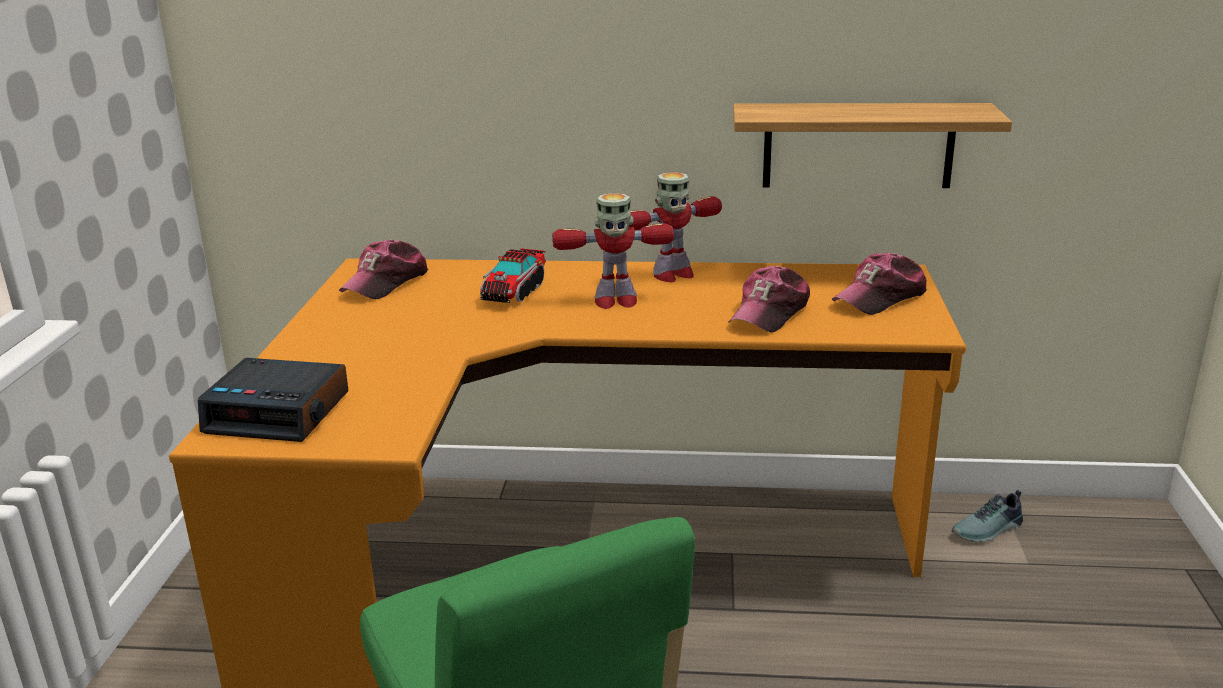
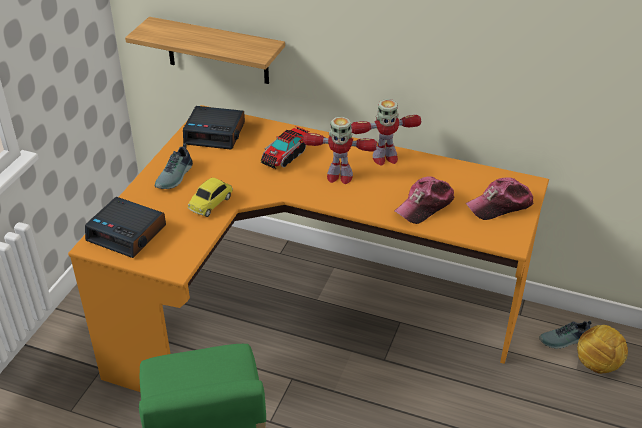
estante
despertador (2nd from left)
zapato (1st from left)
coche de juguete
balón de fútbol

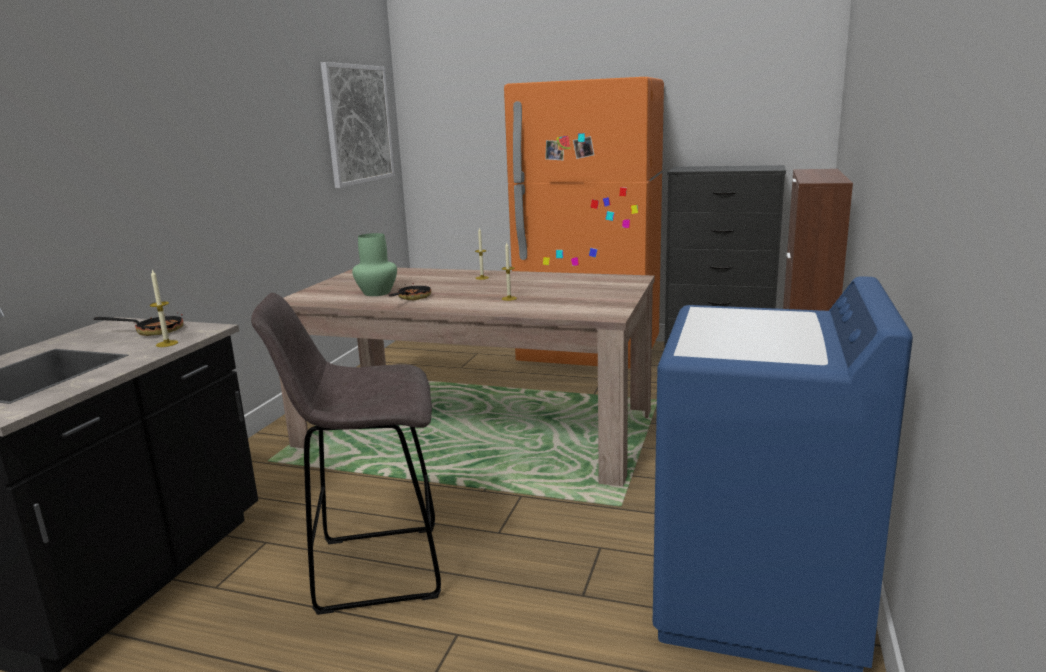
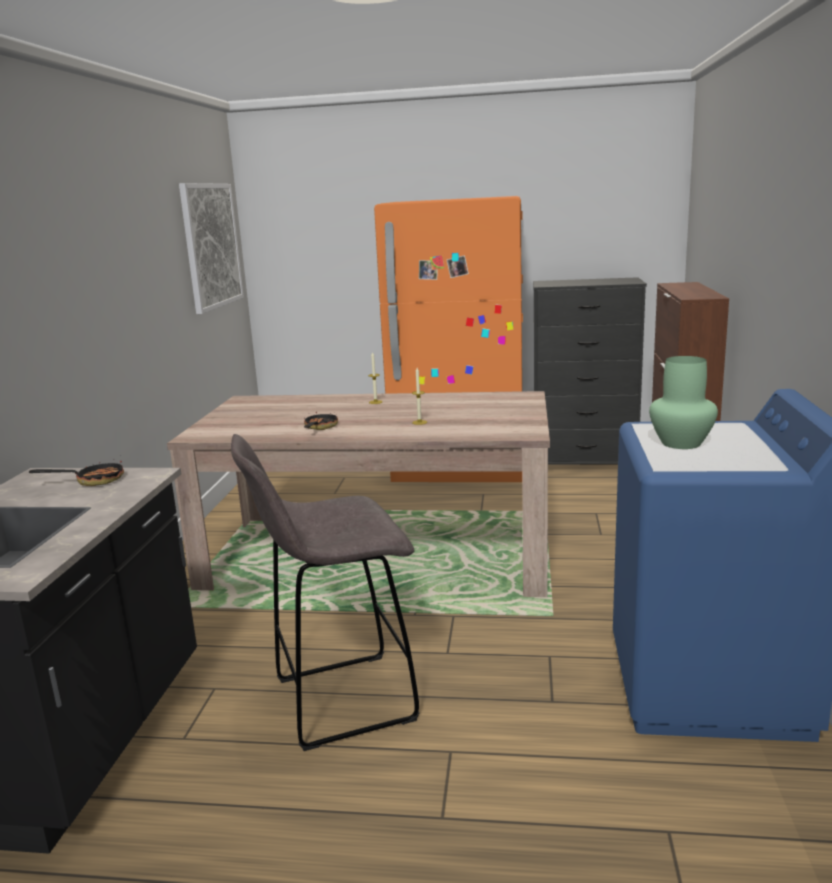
florero/verde
vela (1st from left in the first image)

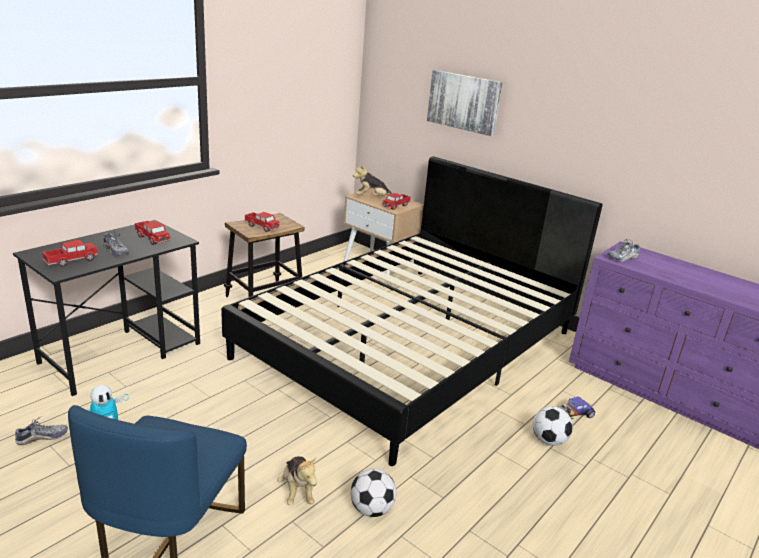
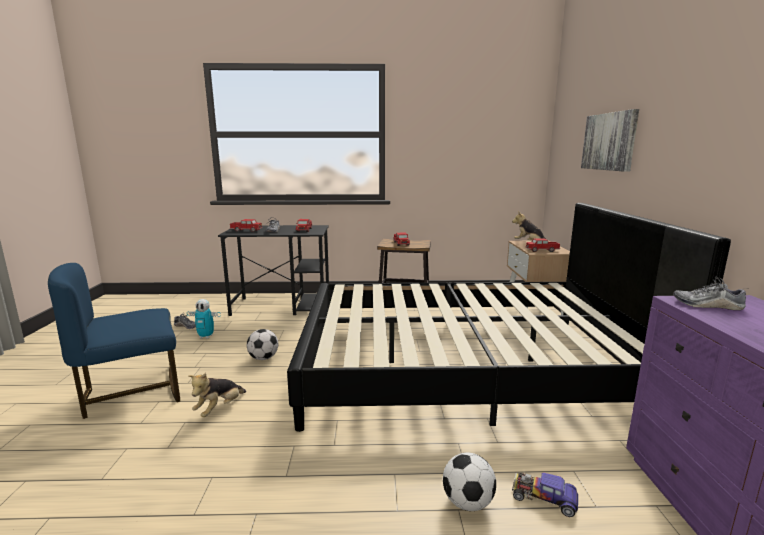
balón de fútbol (1st from left)

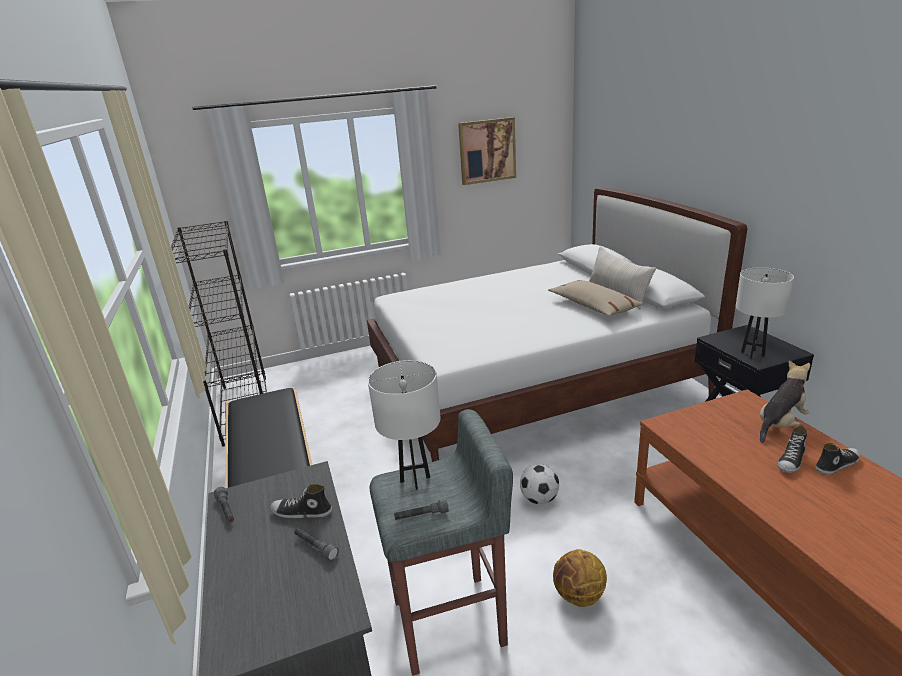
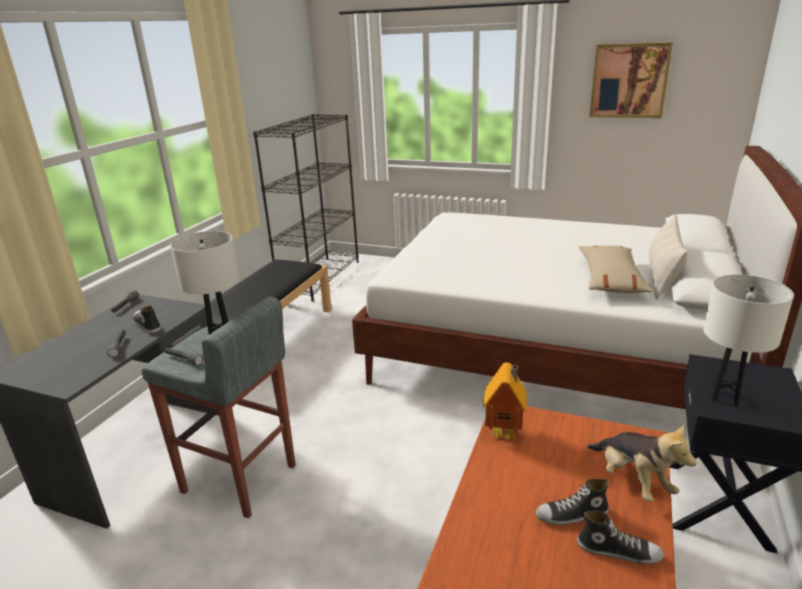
peluche
balón de fútbol
balón de baloncesto
casita

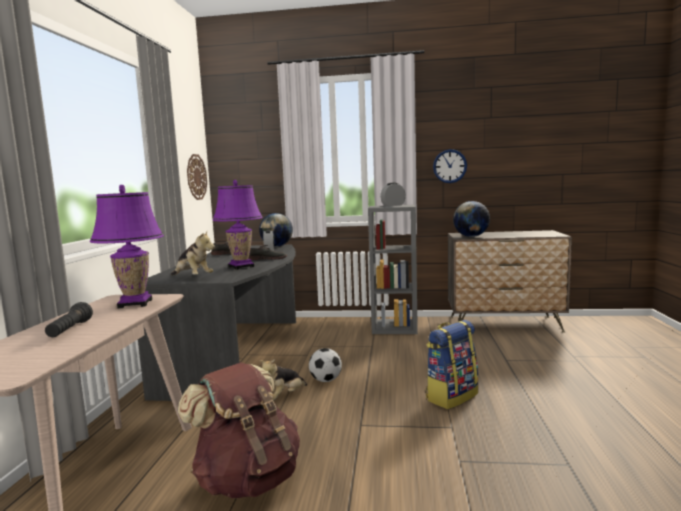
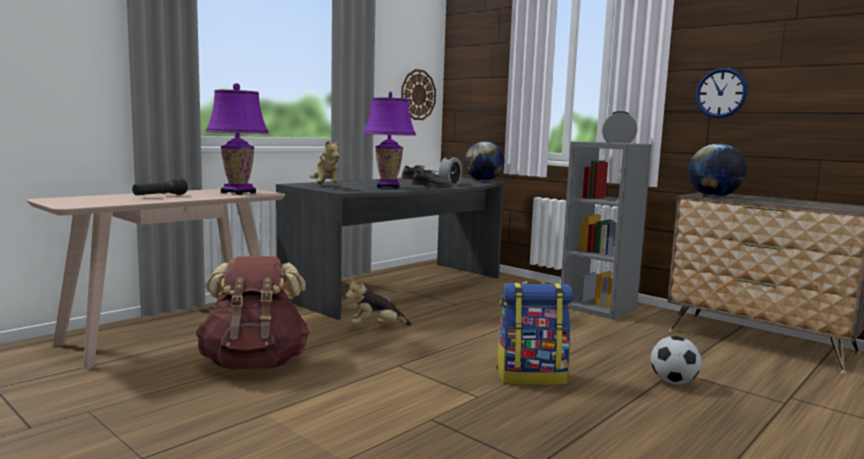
balón de fútbol

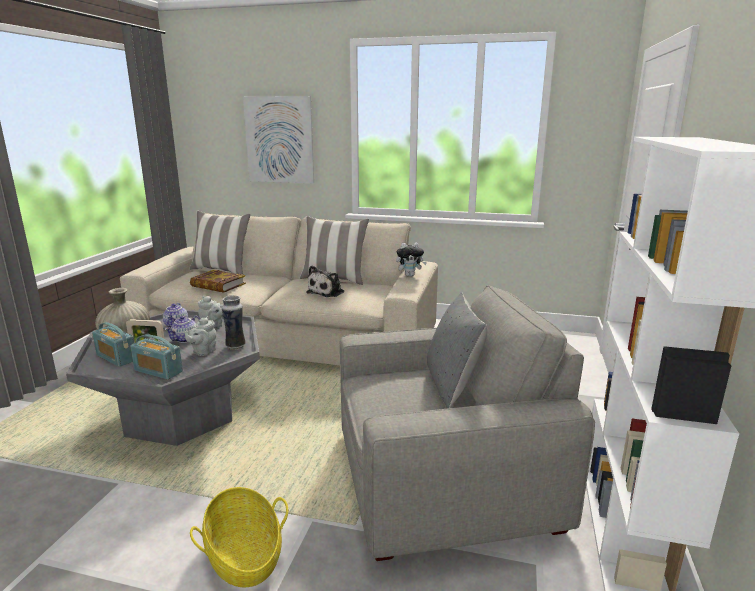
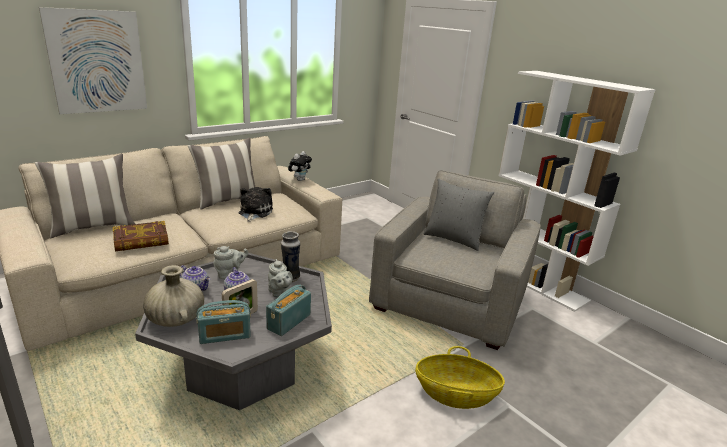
peluche (1st from left)
radio (2nd from left)

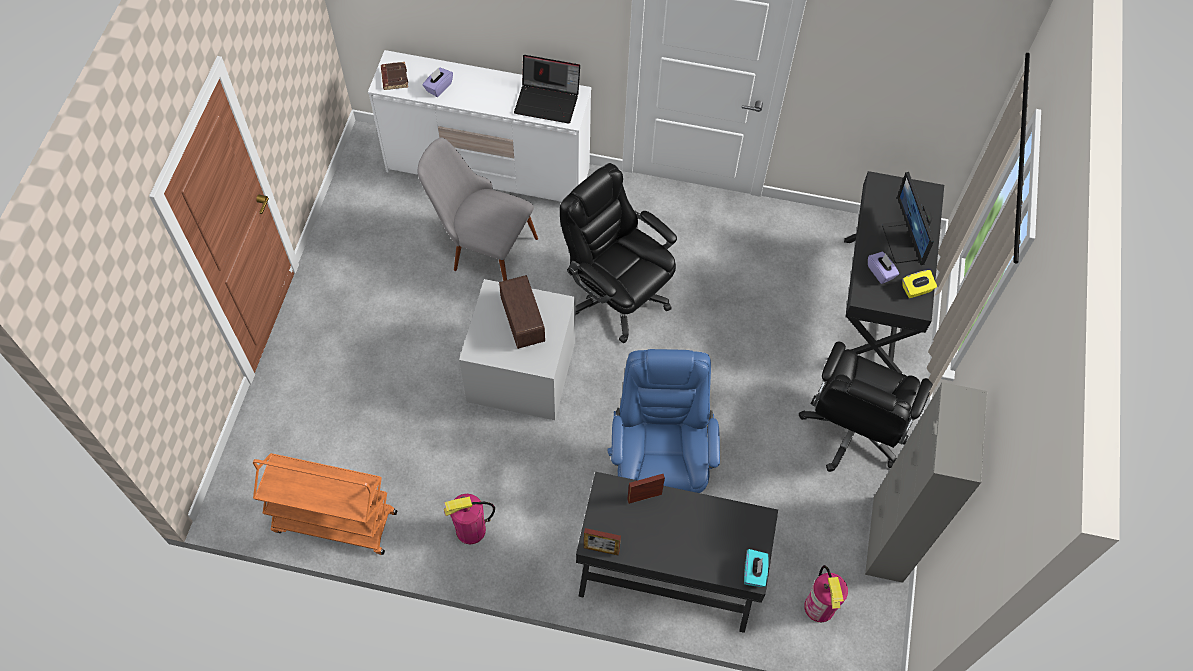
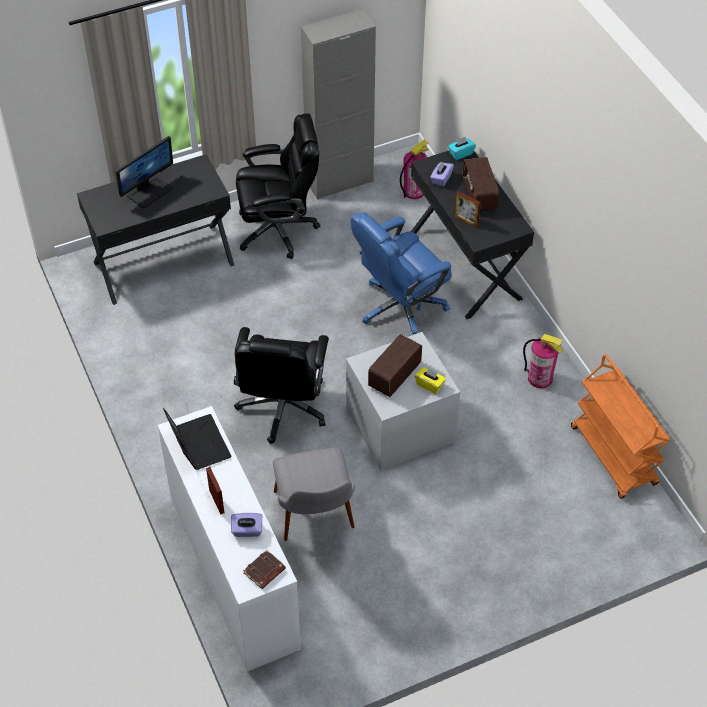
caja de pañuelos/morado (2nd from left)
caja de pañuelos/amarillo
portarretratos (1st from left)
radio (2nd from left)

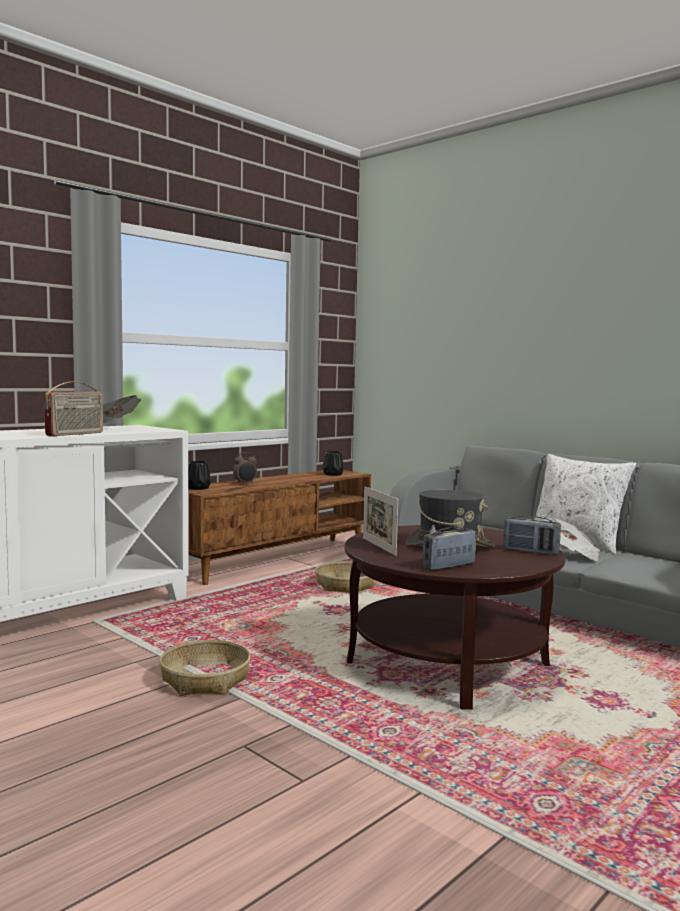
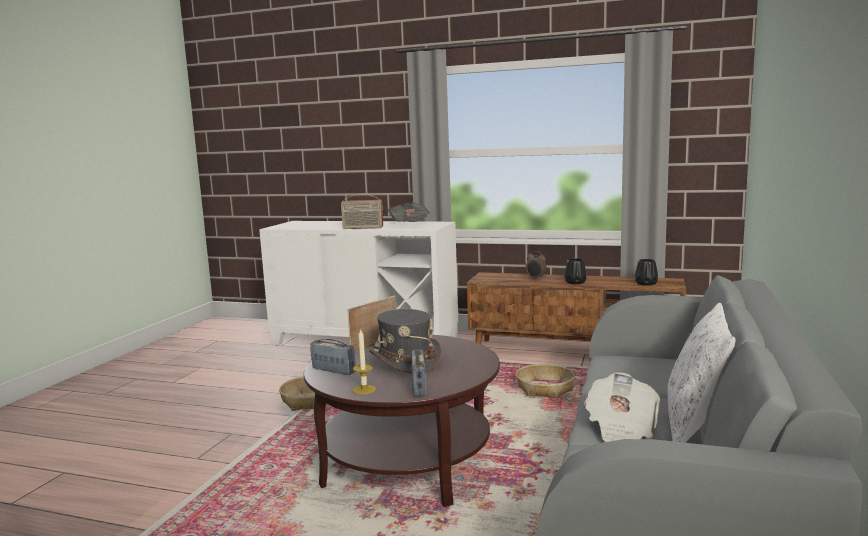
florero/negro (1st from left)
vela

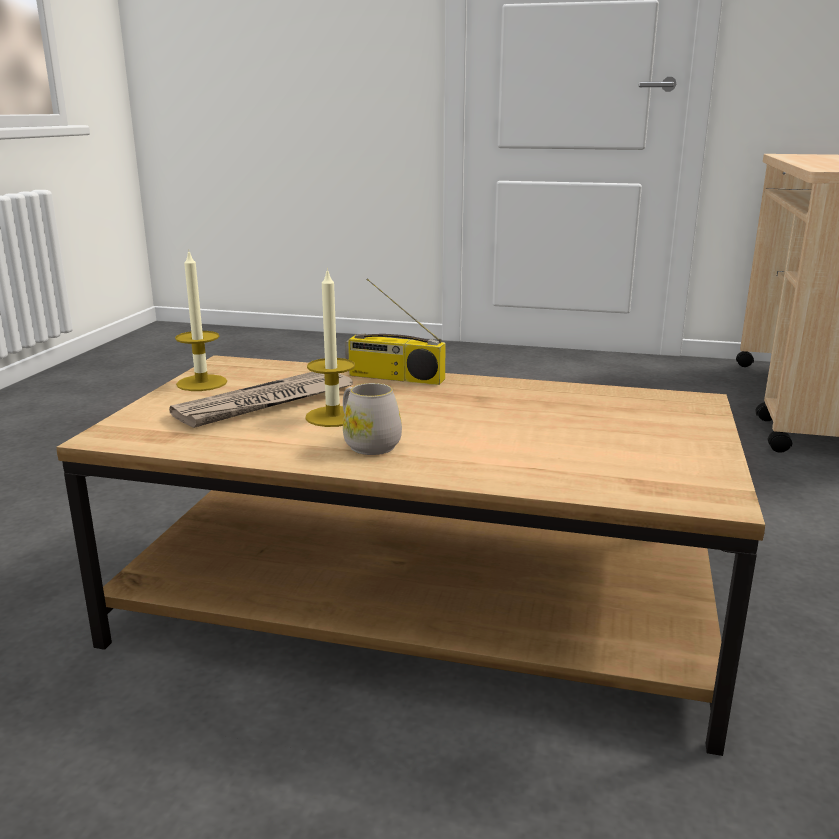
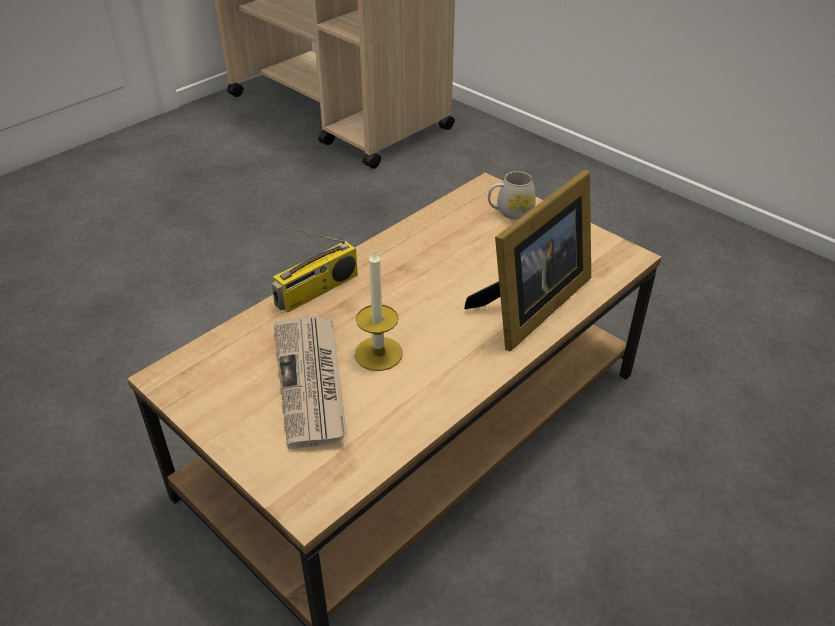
vela (1st from left in the first image)
taza grande/blanco
portarretratos

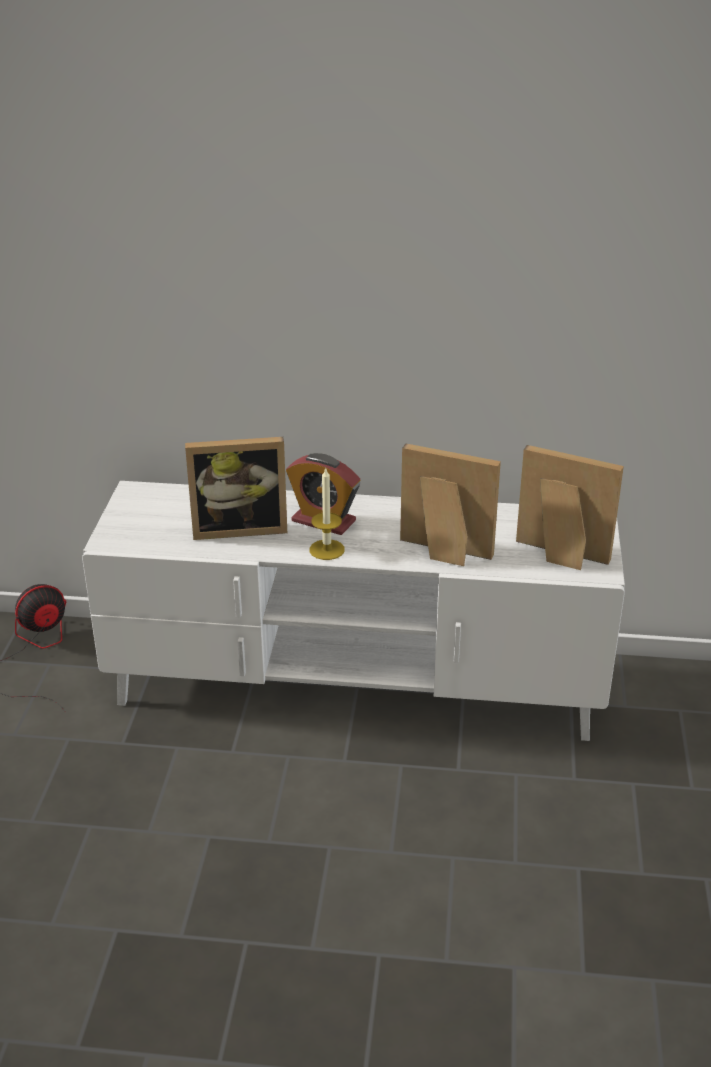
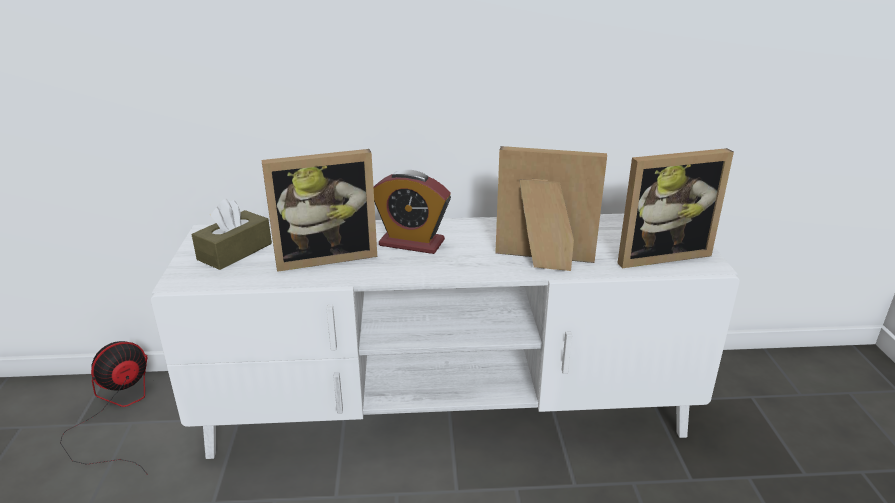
portarretratos (3rd from left)
vela
caja de pañuelos/marrón

